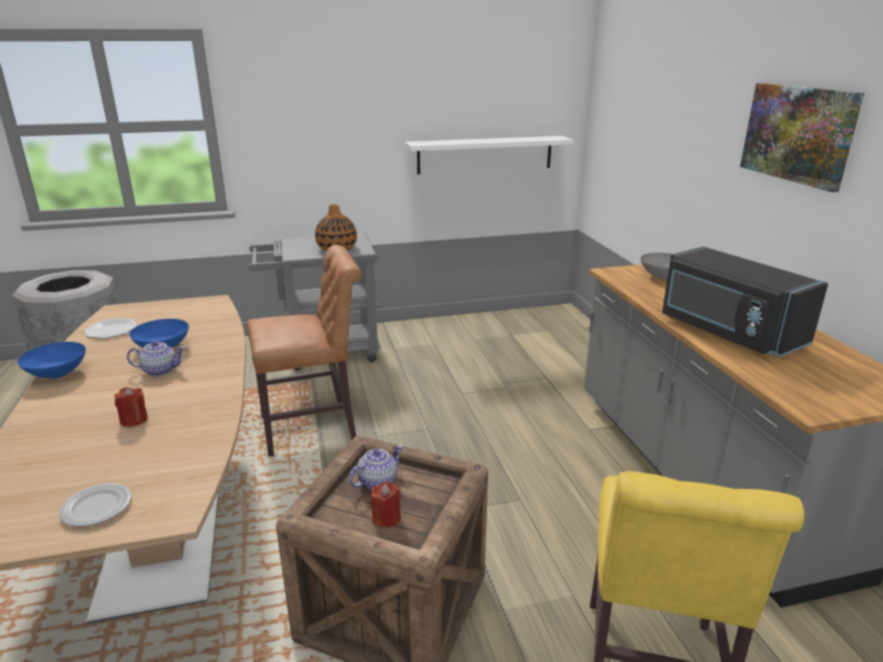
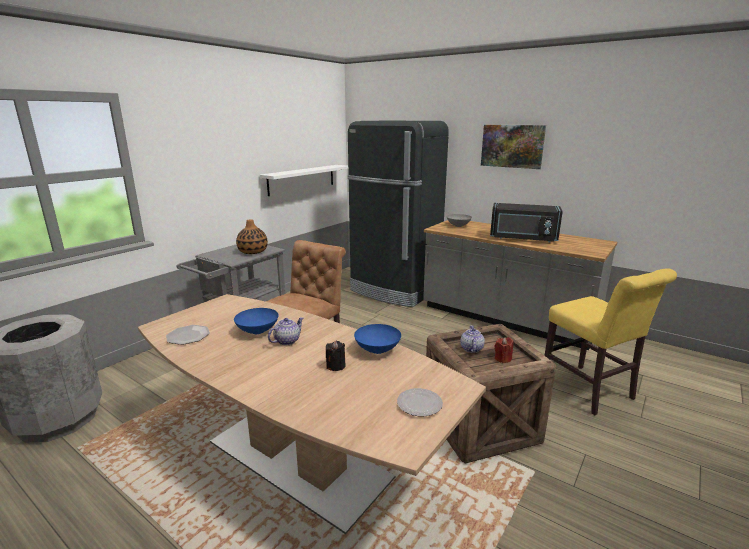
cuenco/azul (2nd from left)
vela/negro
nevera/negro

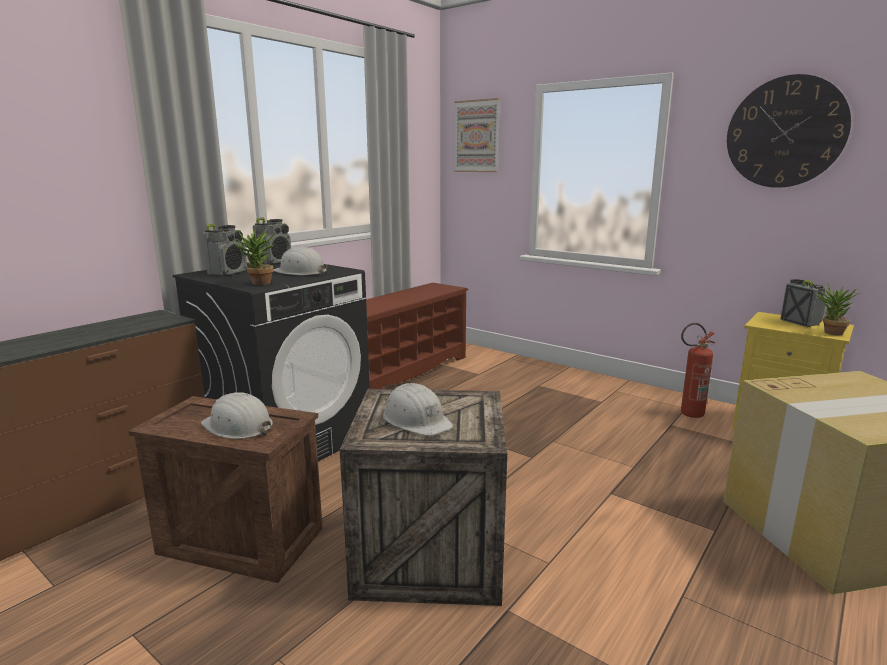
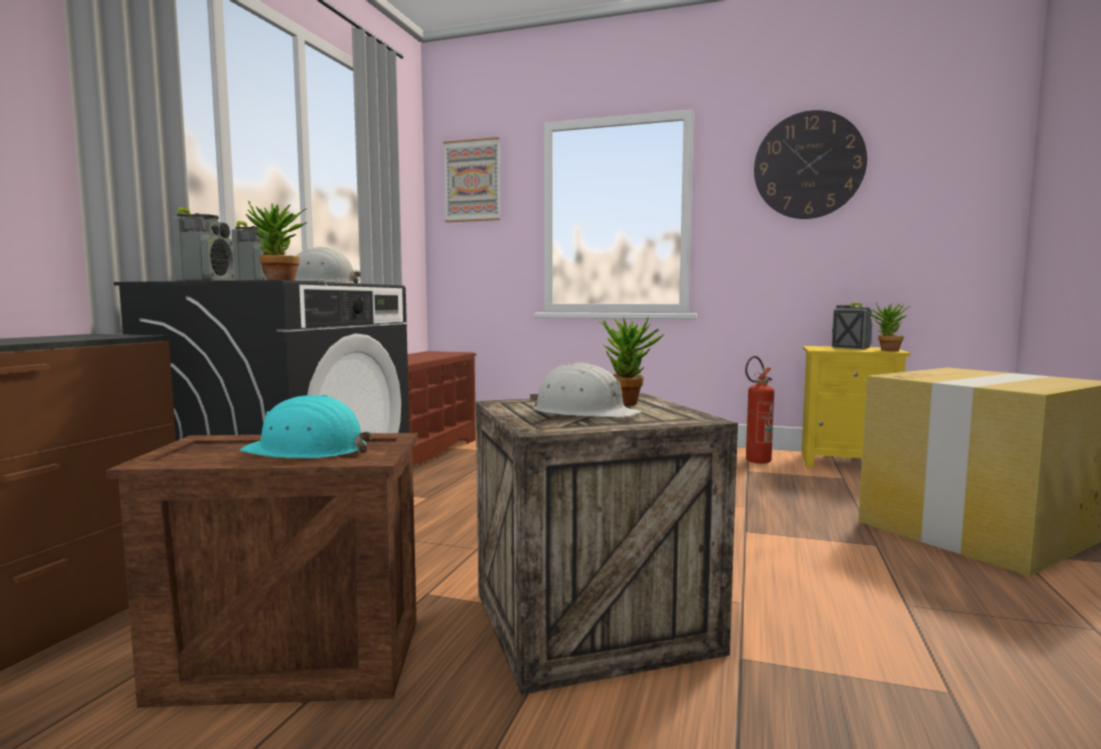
casco/turquesa
planta en maceta (2nd from left)

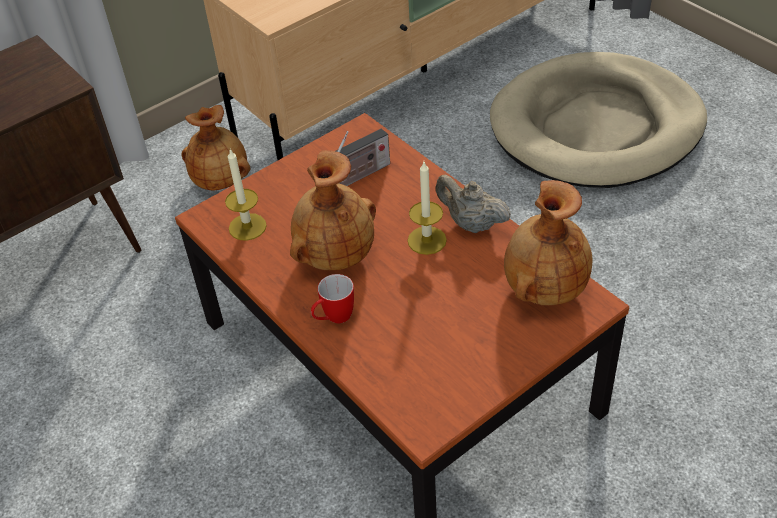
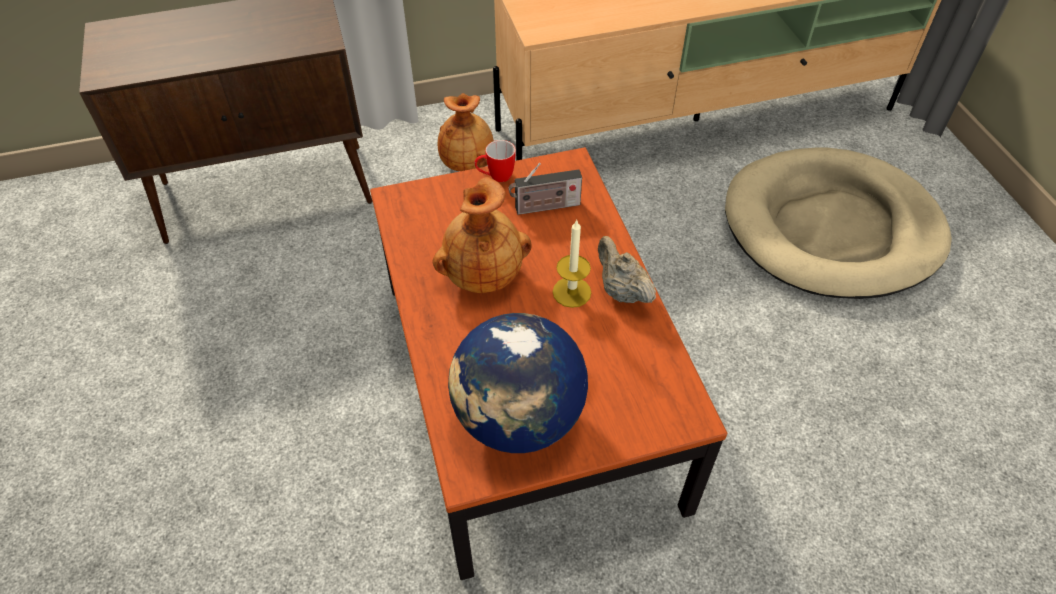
vela (1st from left in the first image)
florero/marrón (3rd from left in the first image)
taza grande
globo terráqueo

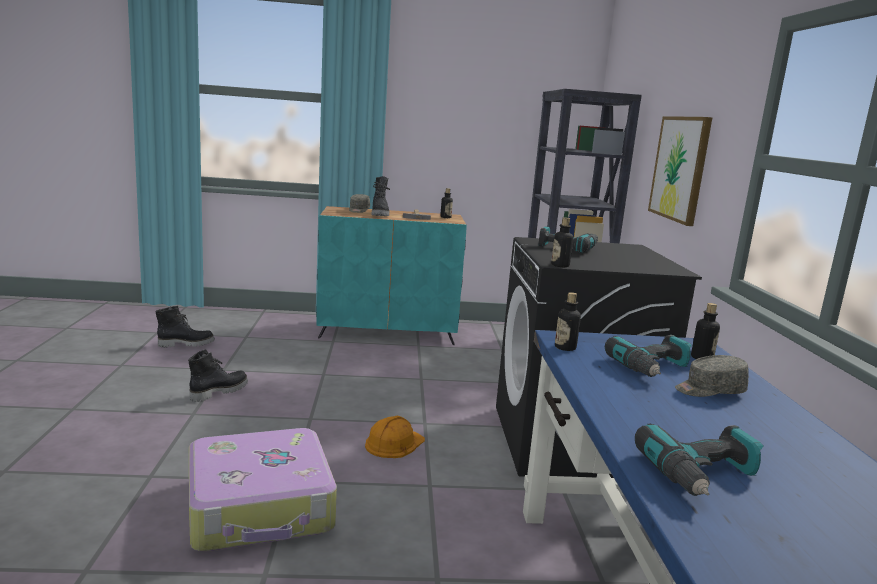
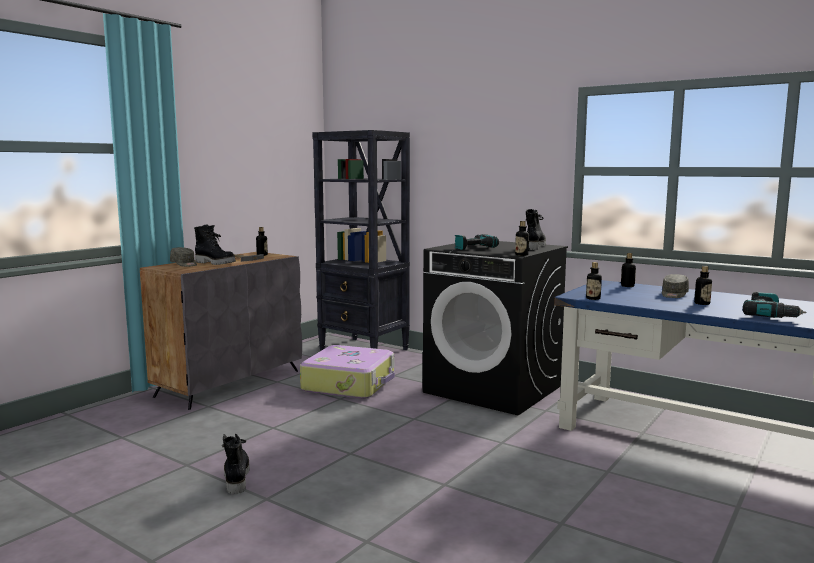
cuadro
armario/gris
bota/negro (3rd from left)
taladro (2nd from left in the first image)
casco/naranja
maleta
botella (5th from left)

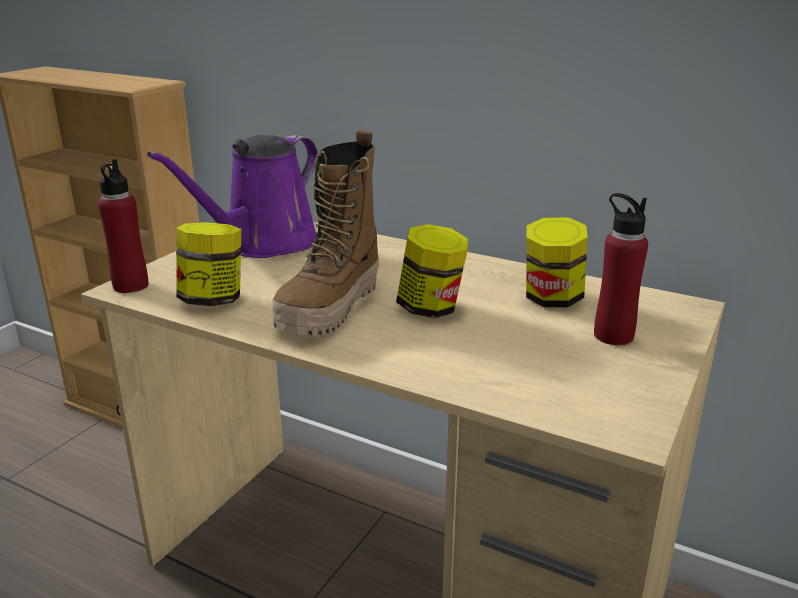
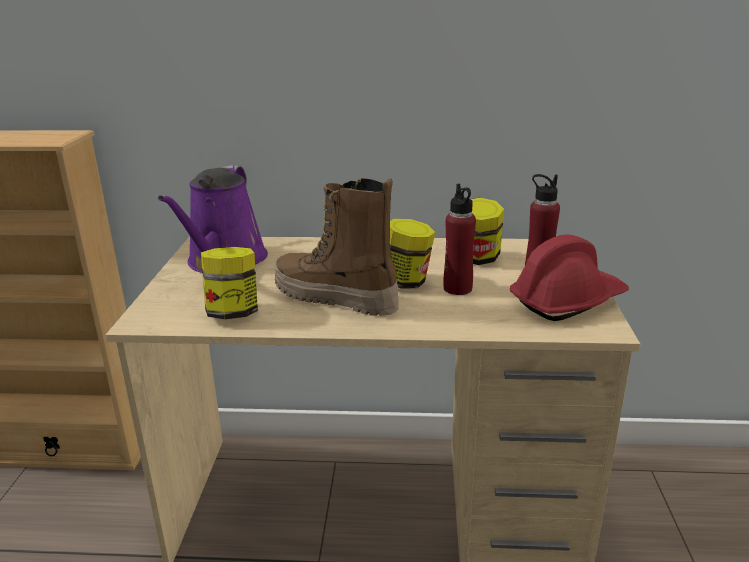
bota
botella/rojo (1st from left)
casco/rojo

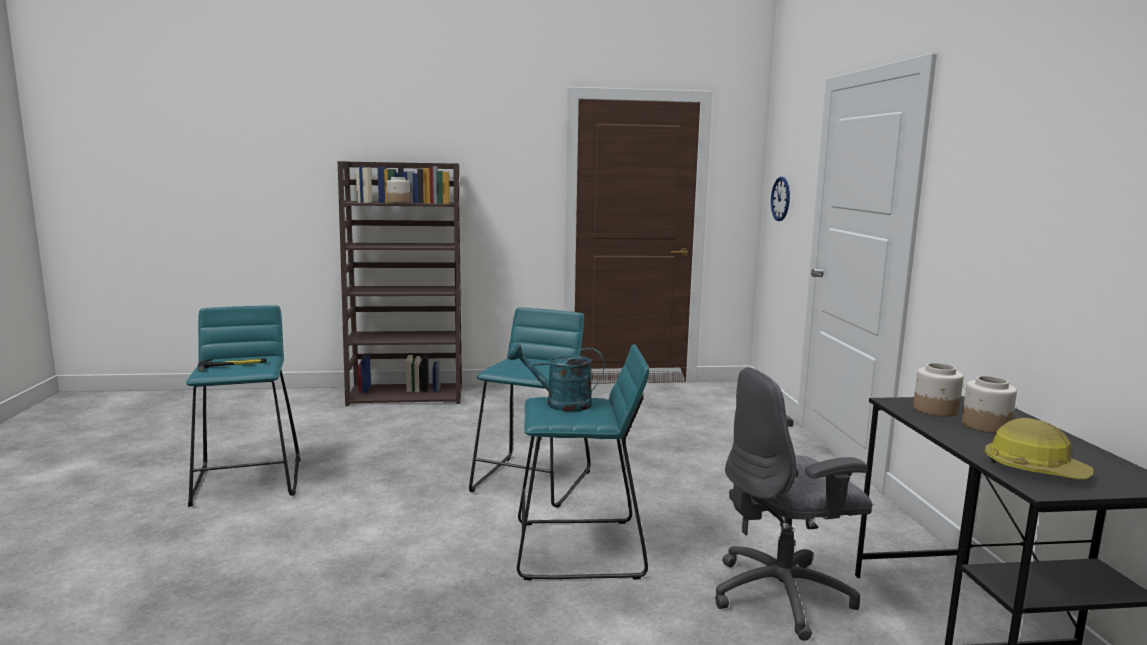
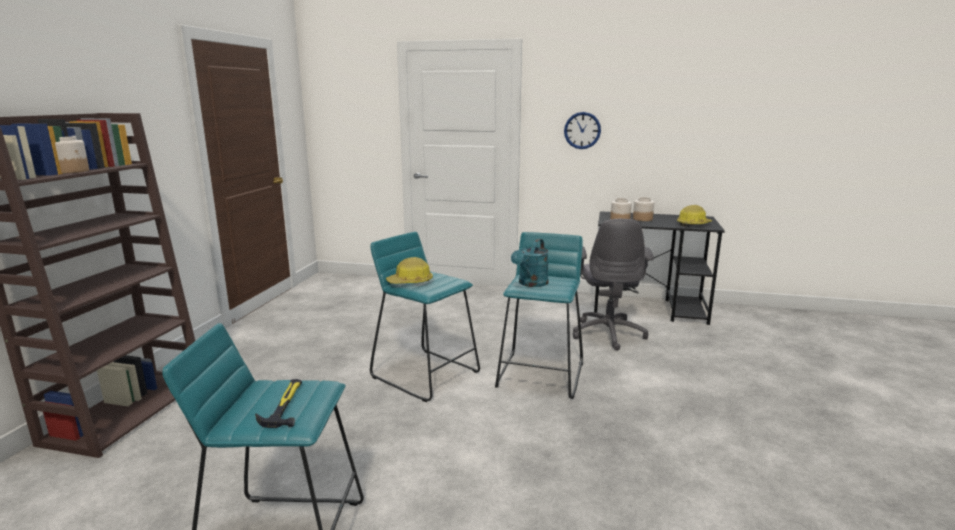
reloj de pared
casco (1st from left)

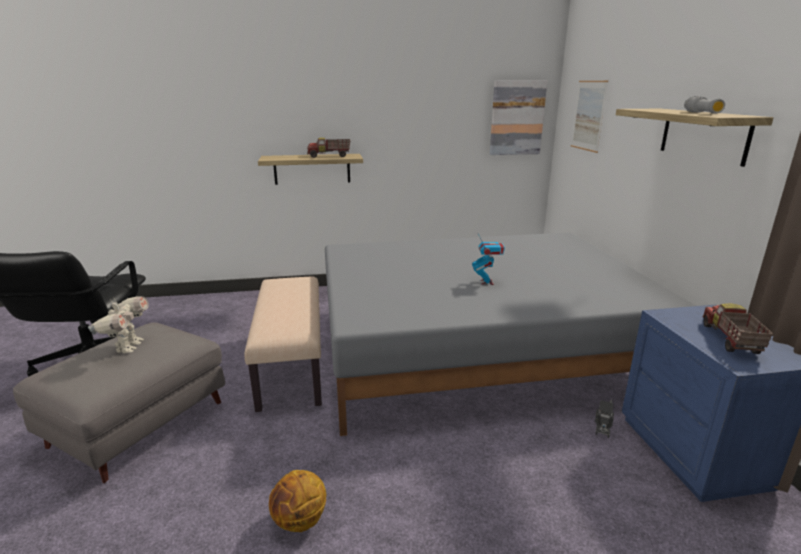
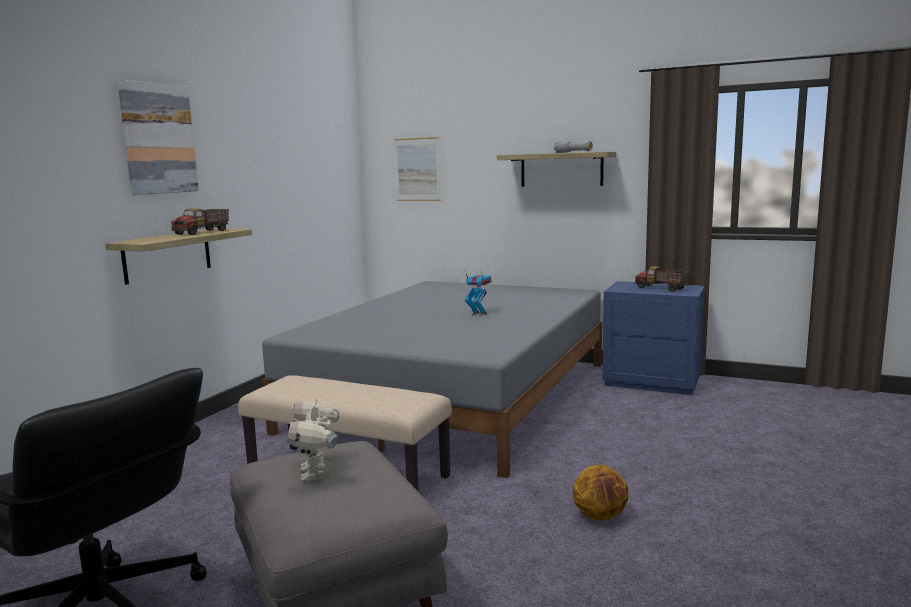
cuadro (1st from left)
robot de juguete (1st from left)
camión de juguete (2nd from left in the first image)

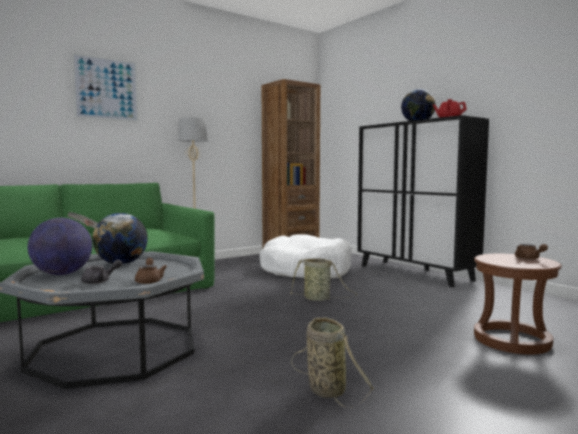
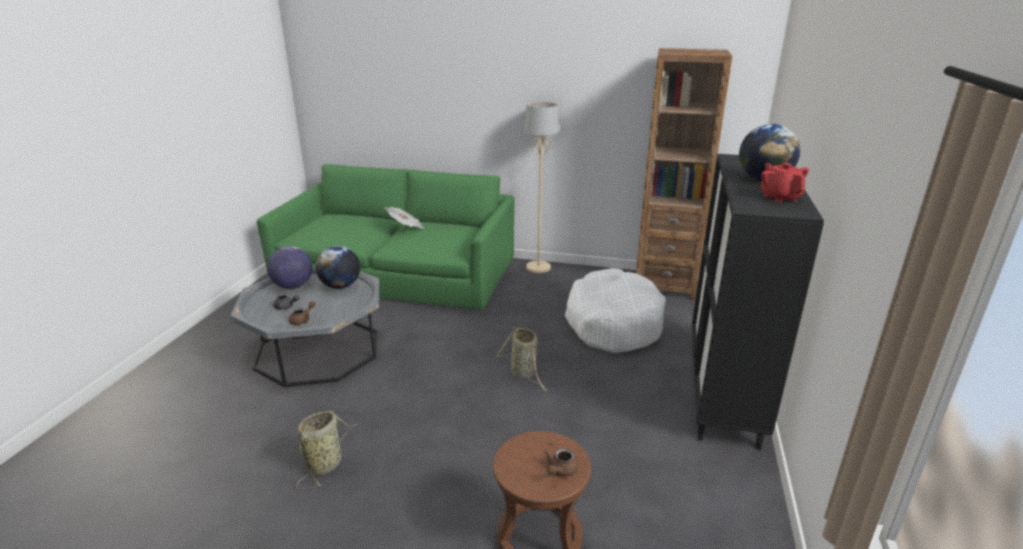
cuadro

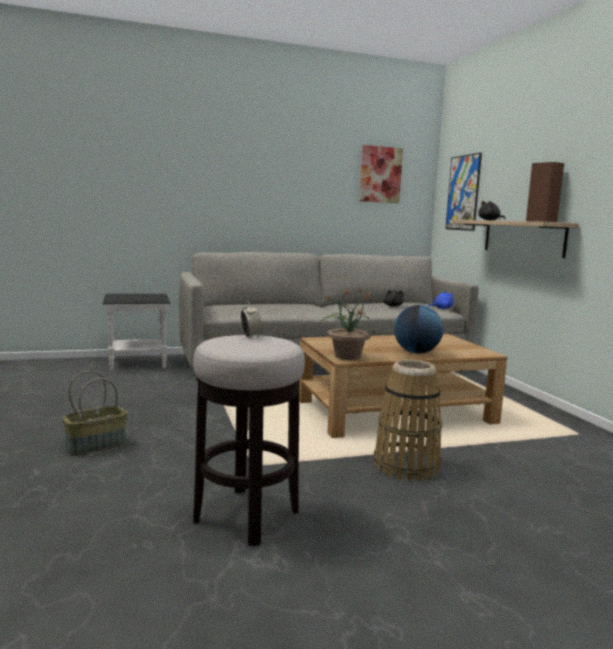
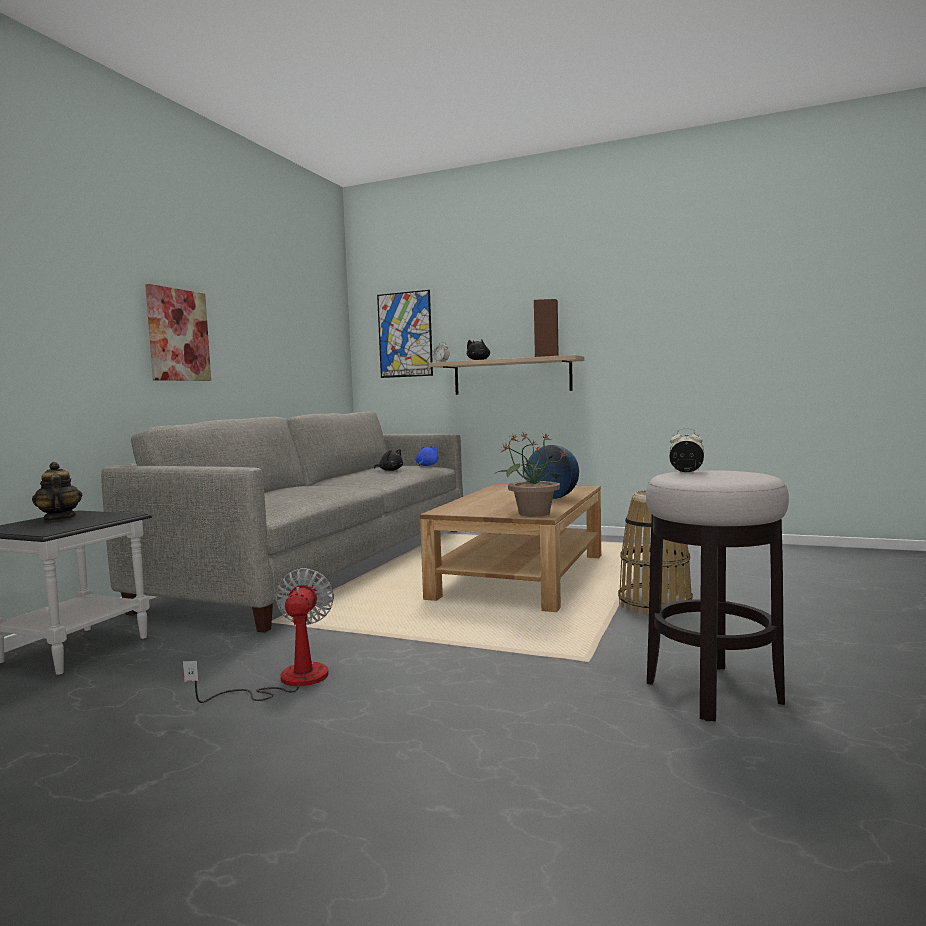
cuadro (1st from left)
cesta (1st from left in the first image)
tetera
ventilador

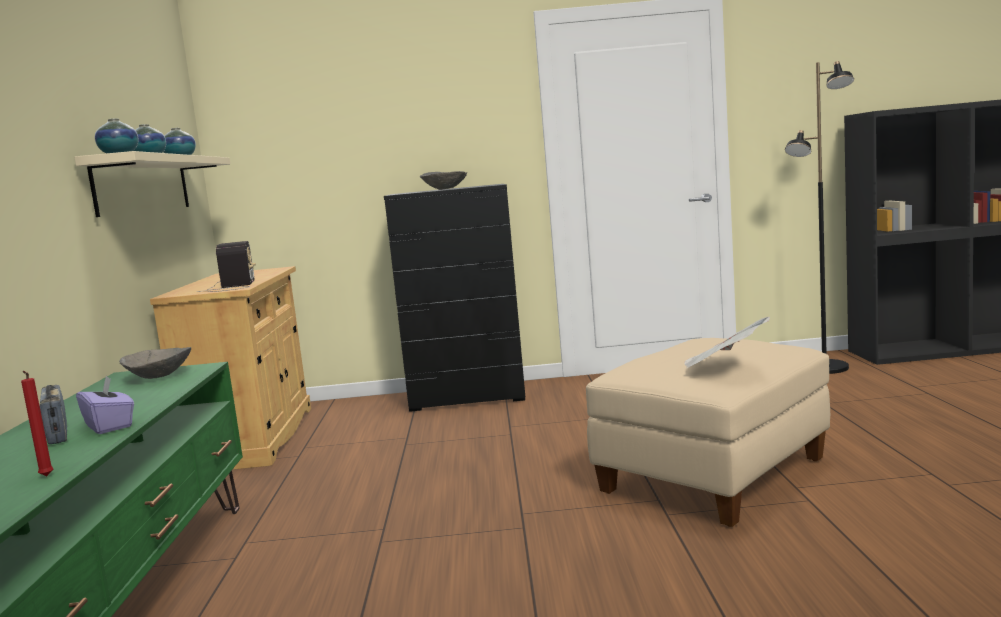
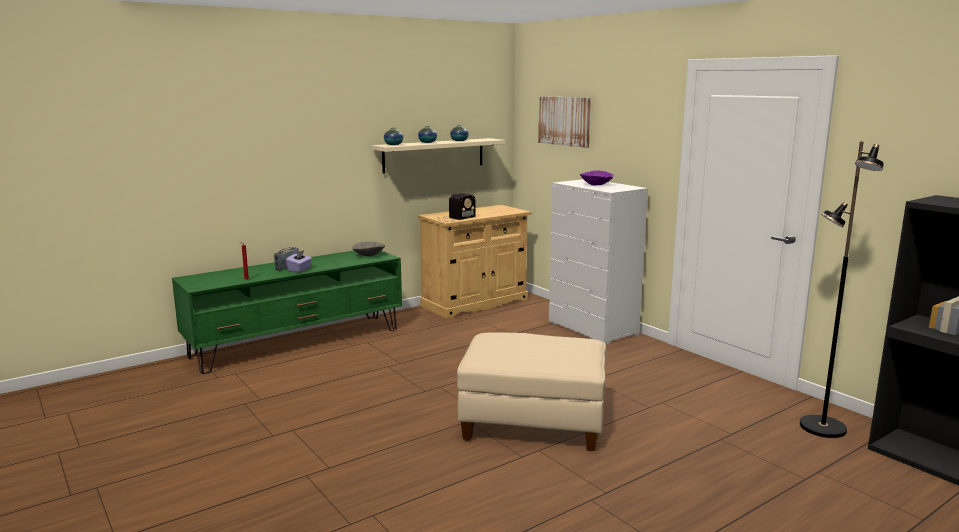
cuenco/morado
cómoda/blanco
periódico
cuadro

